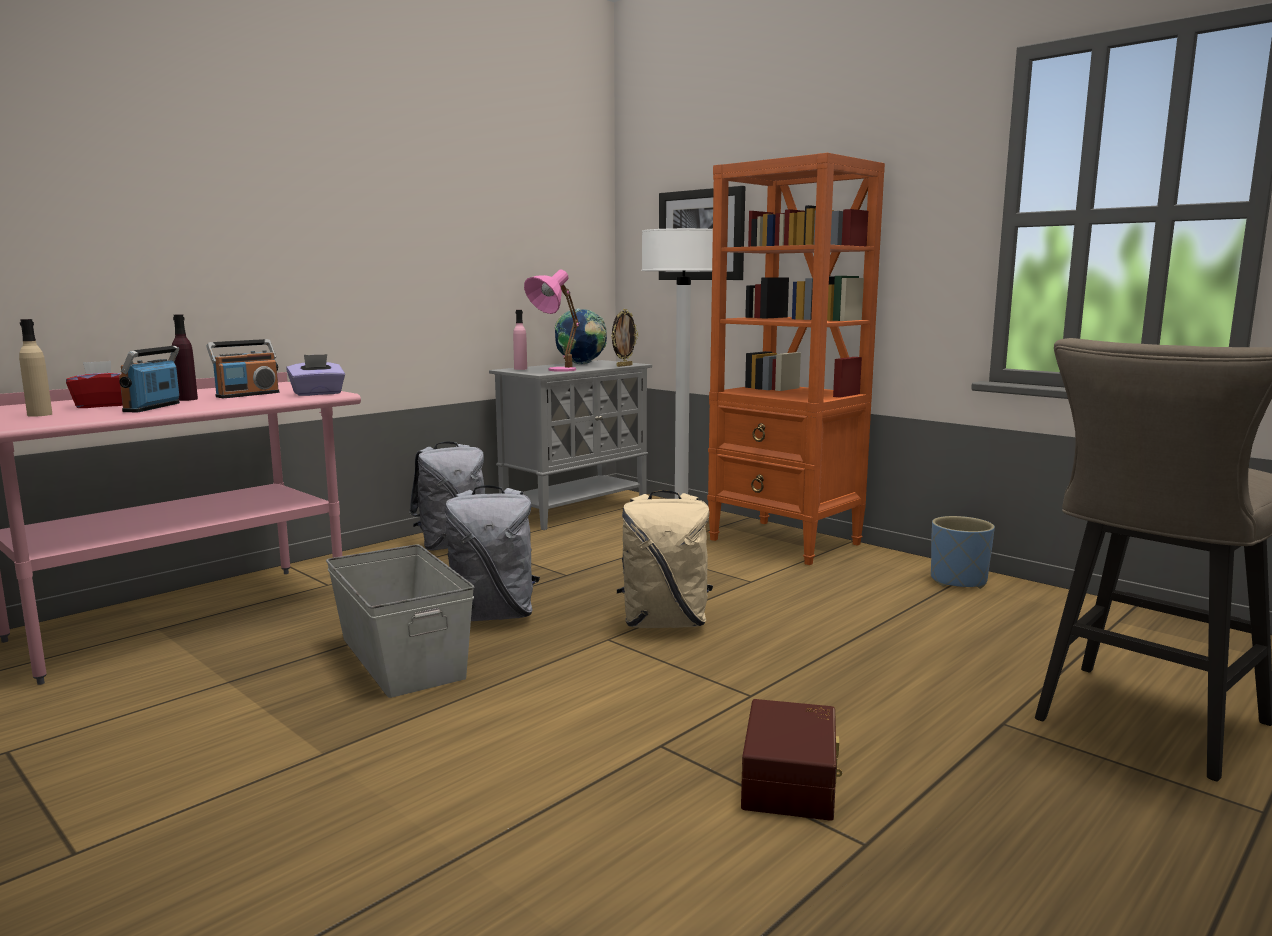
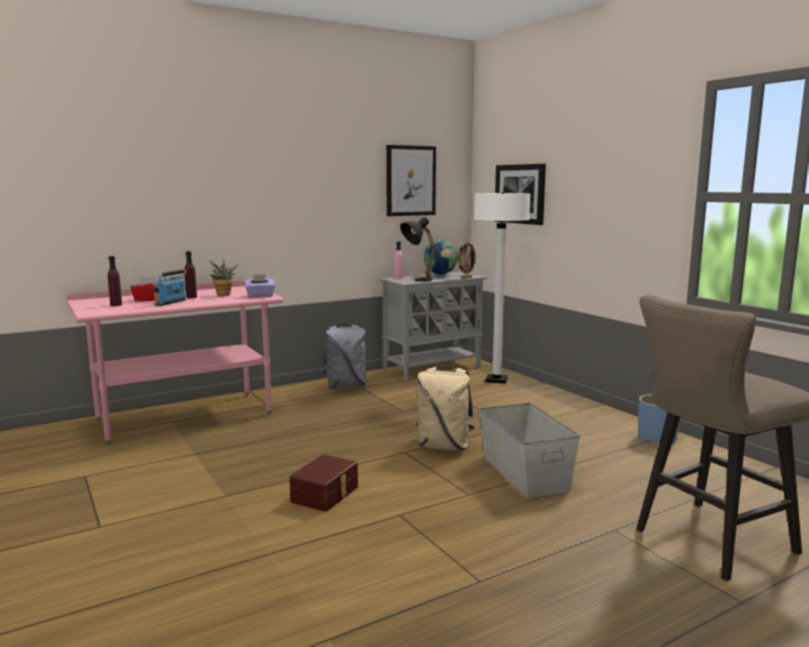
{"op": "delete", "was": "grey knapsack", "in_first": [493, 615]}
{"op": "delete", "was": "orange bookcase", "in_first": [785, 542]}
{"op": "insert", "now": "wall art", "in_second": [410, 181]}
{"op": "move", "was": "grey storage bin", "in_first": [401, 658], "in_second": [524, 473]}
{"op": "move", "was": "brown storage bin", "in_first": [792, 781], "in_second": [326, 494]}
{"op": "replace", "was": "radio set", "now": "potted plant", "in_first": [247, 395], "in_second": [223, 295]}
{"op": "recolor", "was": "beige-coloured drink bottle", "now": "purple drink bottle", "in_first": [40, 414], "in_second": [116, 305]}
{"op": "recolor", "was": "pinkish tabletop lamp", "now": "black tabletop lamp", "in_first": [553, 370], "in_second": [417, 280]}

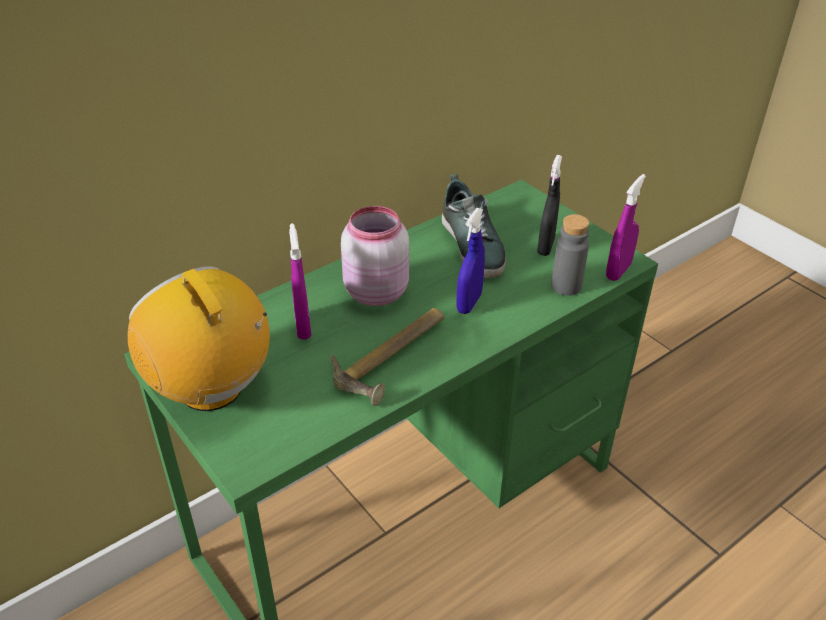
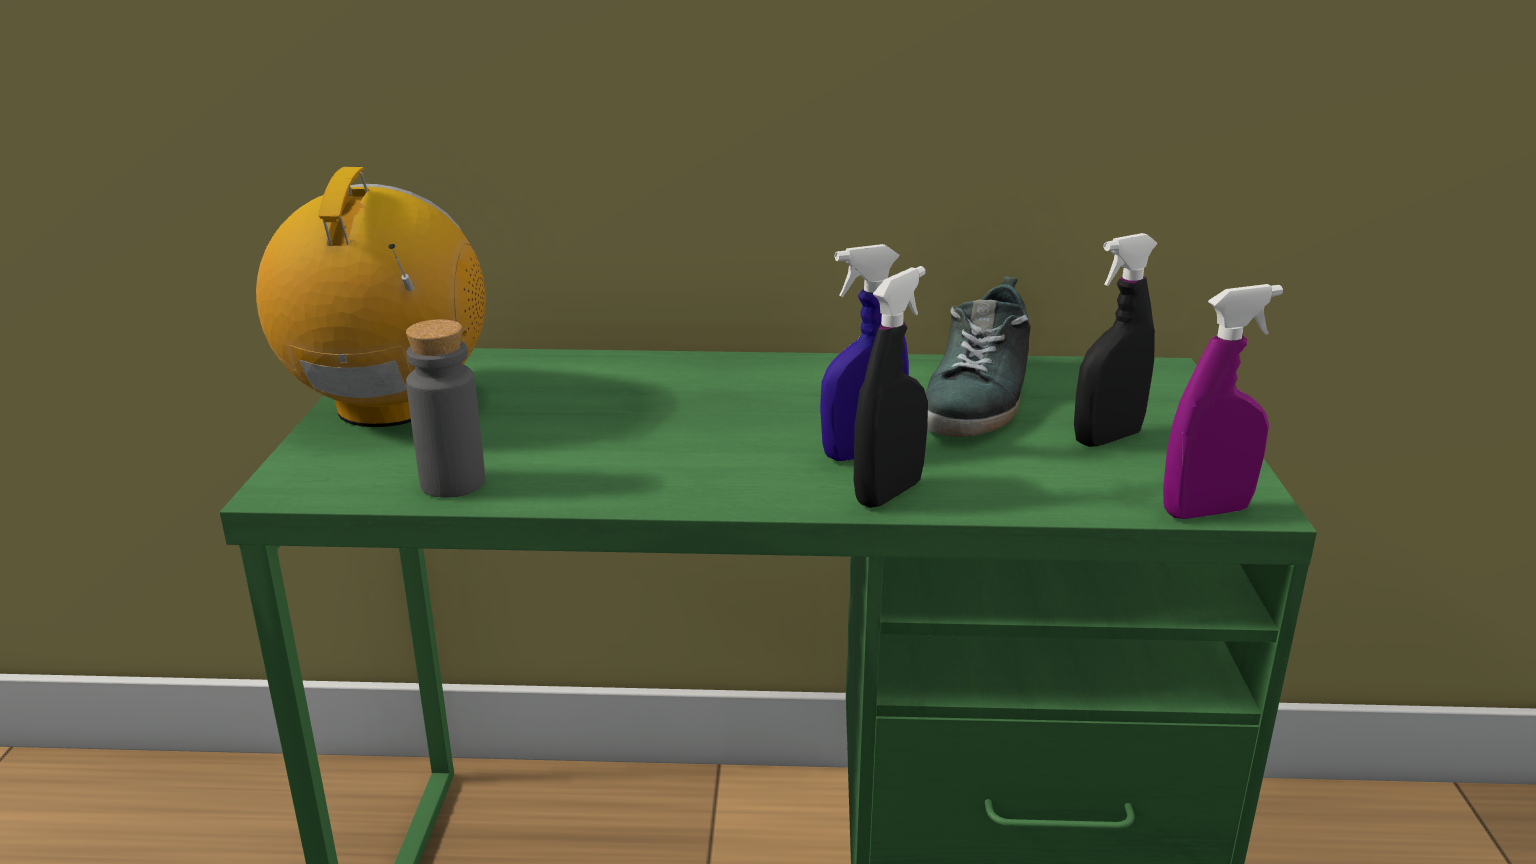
{"op": "delete", "was": "purple spray bottle", "in_first": [303, 327]}
{"op": "delete", "was": "hand hammer", "in_first": [395, 358]}
{"op": "delete", "was": "pinkish storage jar", "in_first": [374, 291]}
{"op": "insert", "now": "black spray bottle", "in_second": [888, 493]}
{"op": "move", "was": "grey drink bottle", "in_first": [566, 286], "in_second": [453, 483]}

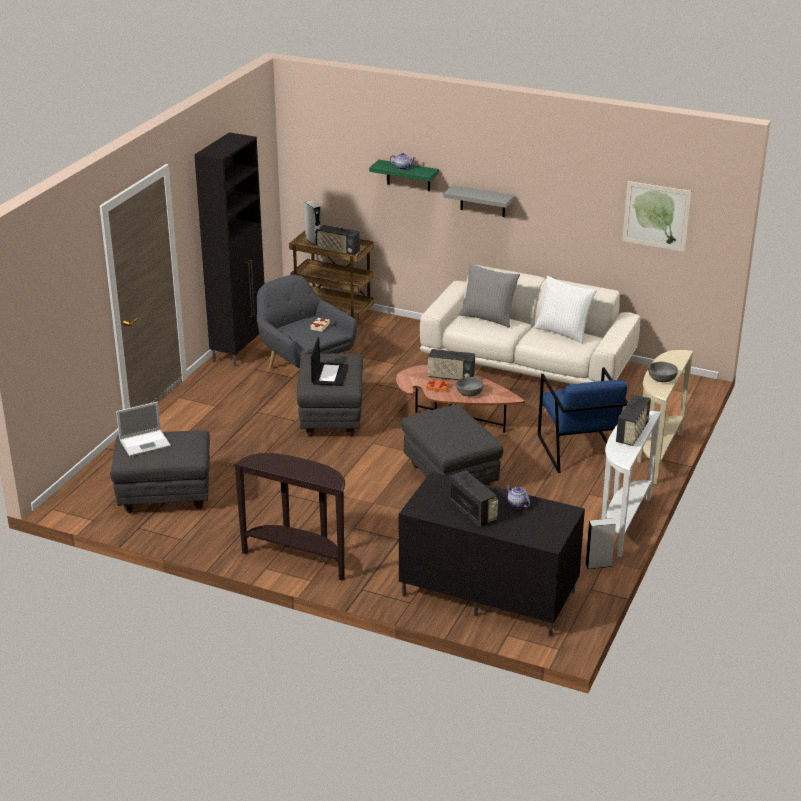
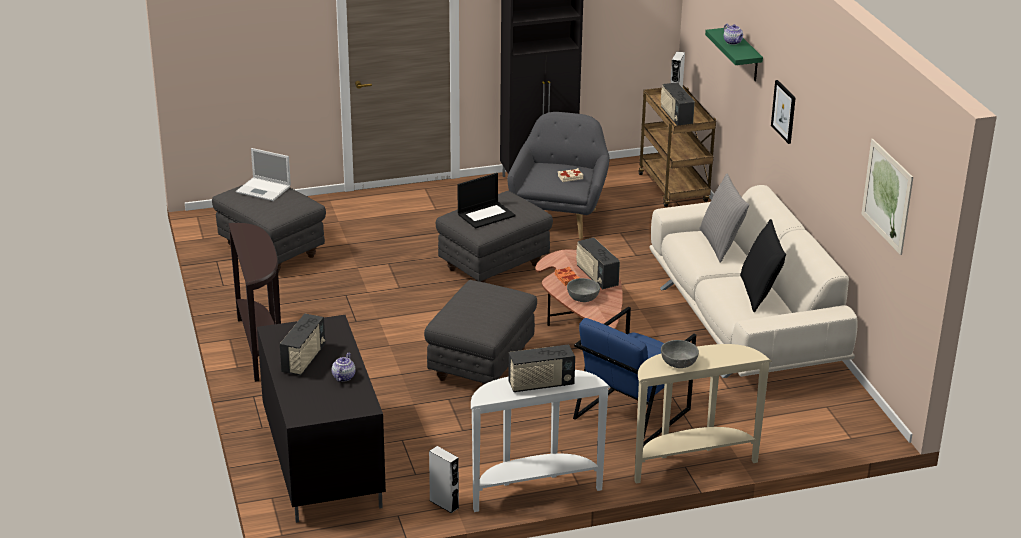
{"op": "replace", "was": "grey wall shelf", "now": "wall art", "in_first": [483, 201], "in_second": [784, 111]}
{"op": "recolor", "was": "whitish pillow", "now": "black pillow", "in_first": [563, 332], "in_second": [759, 293]}

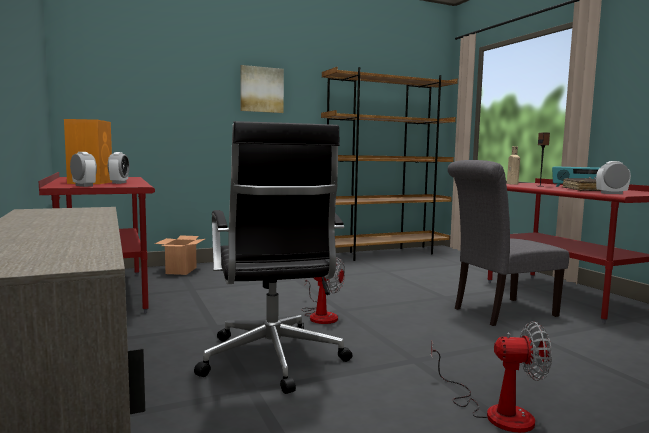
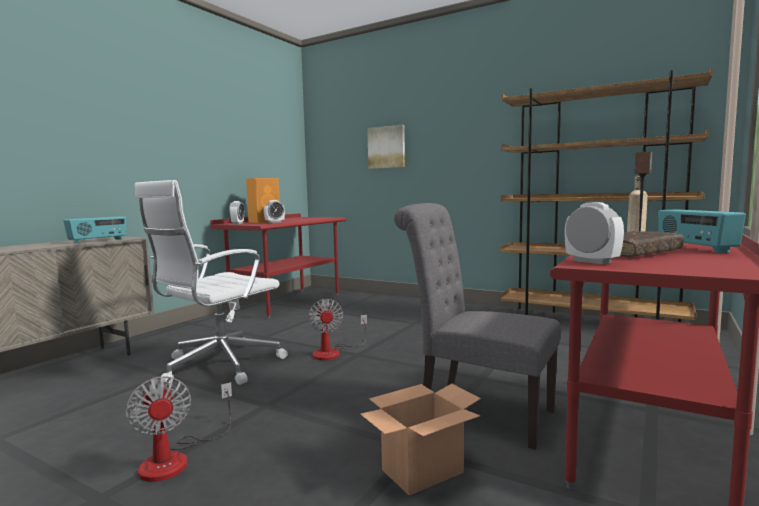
{"op": "insert", "now": "radio set", "in_second": [98, 241]}
{"op": "move", "was": "carton", "in_first": [181, 271], "in_second": [422, 472]}
{"op": "move", "was": "wall art", "in_first": [261, 89], "in_second": [386, 147]}
{"op": "recolor", "was": "black office chair", "now": "whitish office chair", "in_first": [272, 360], "in_second": [218, 366]}

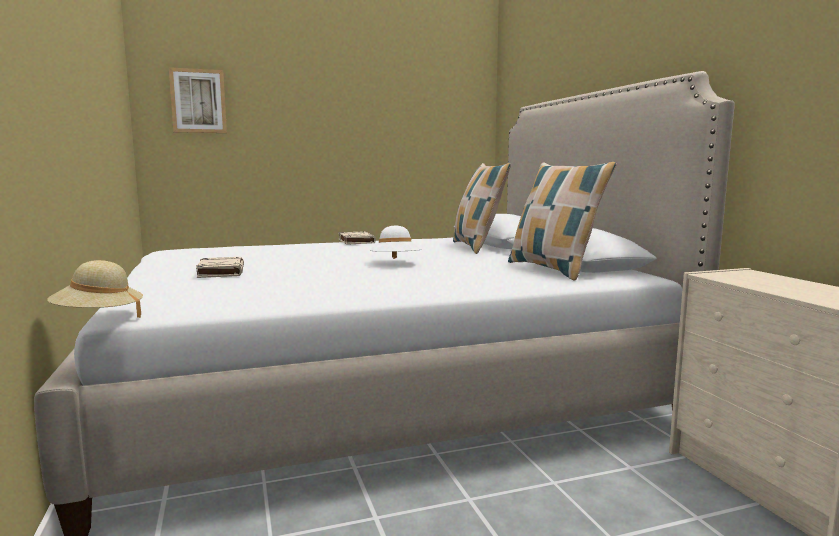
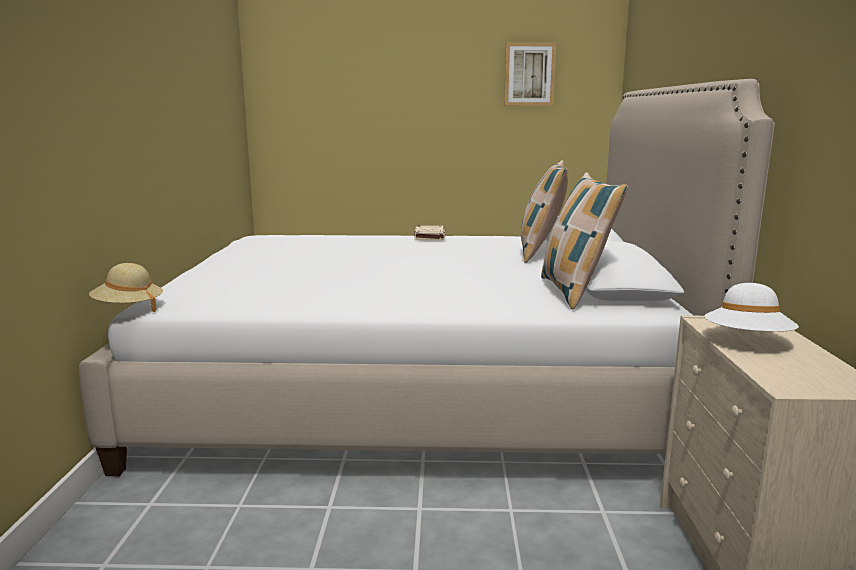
{"op": "delete", "was": "beige-coloured volume", "in_first": [221, 272]}
{"op": "move", "was": "wall art", "in_first": [198, 101], "in_second": [529, 74]}
{"op": "move", "was": "whitish wearable hat", "in_first": [395, 263], "in_second": [747, 341]}

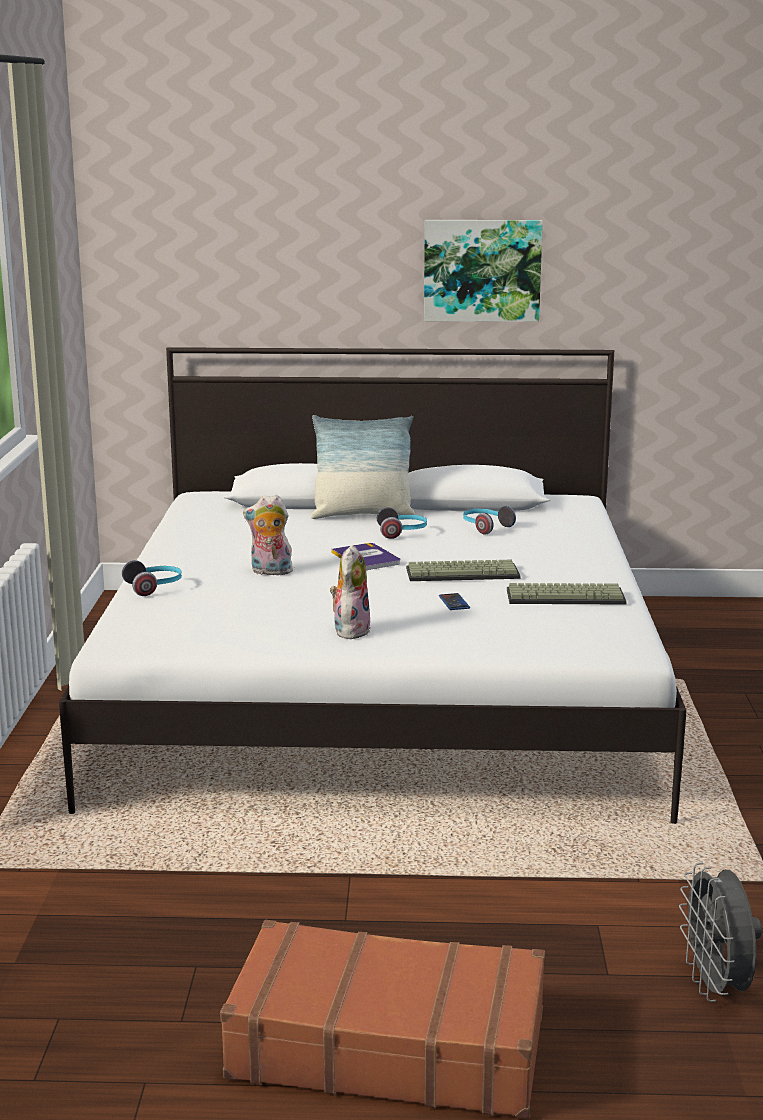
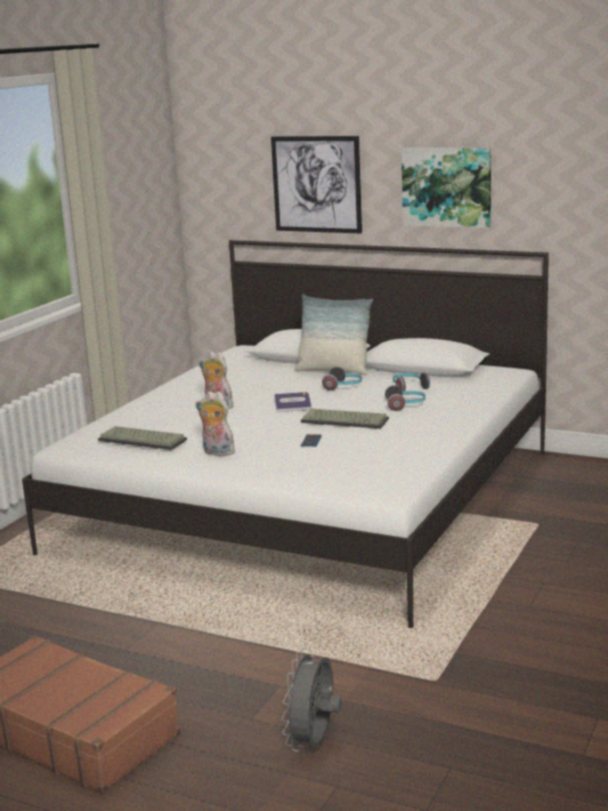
{"op": "insert", "now": "wall art", "in_second": [316, 184]}
{"op": "move", "was": "headset", "in_first": [154, 587], "in_second": [405, 405]}
{"op": "move", "was": "keyboard", "in_first": [566, 596], "in_second": [144, 439]}
{"op": "rotate", "was": "soft toy", "in_first": [350, 630], "in_second": [216, 453], "clockwise": -105}

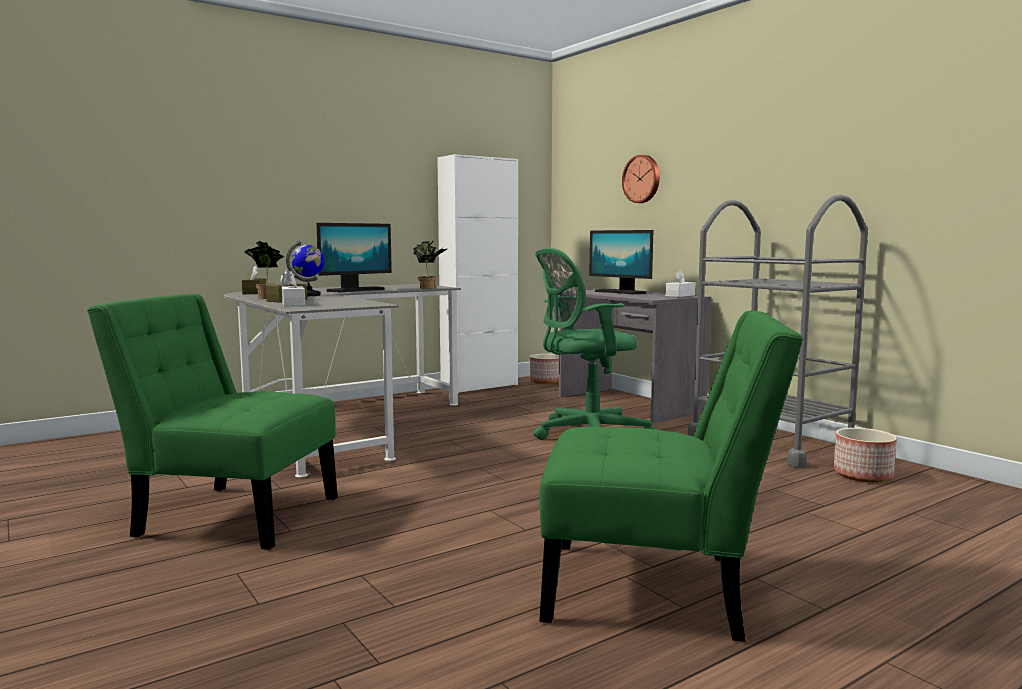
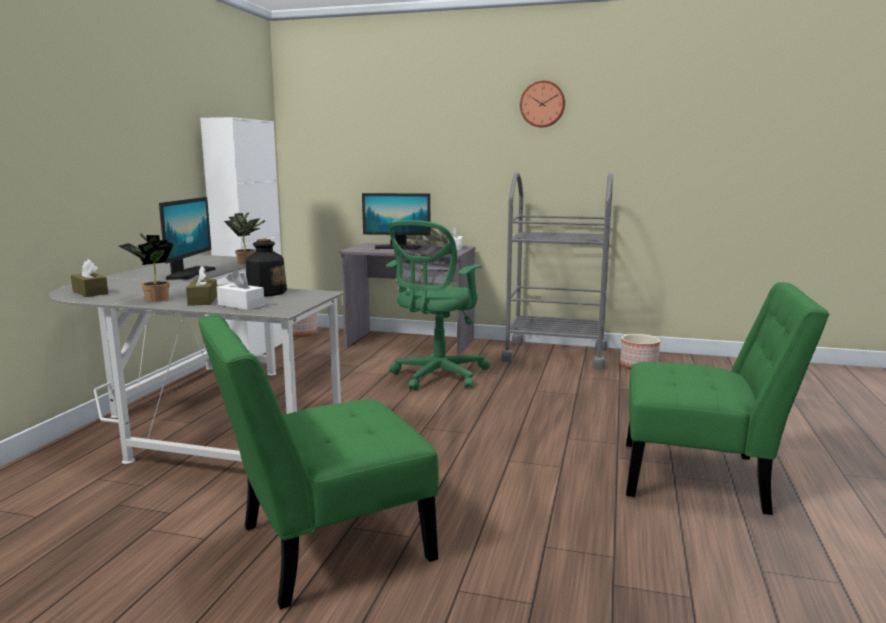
{"op": "delete", "was": "desk globe", "in_first": [309, 295]}
{"op": "insert", "now": "drink bottle", "in_second": [266, 292]}
{"op": "move", "was": "hanging clock", "in_first": [642, 179], "in_second": [542, 104]}
{"op": "rotate", "was": "greenish chair", "in_first": [656, 590], "in_second": [703, 478], "clockwise": 45}

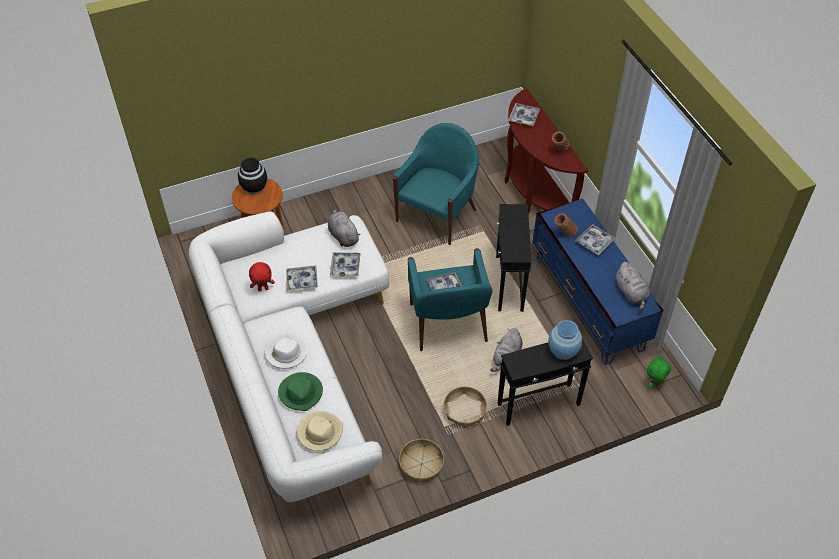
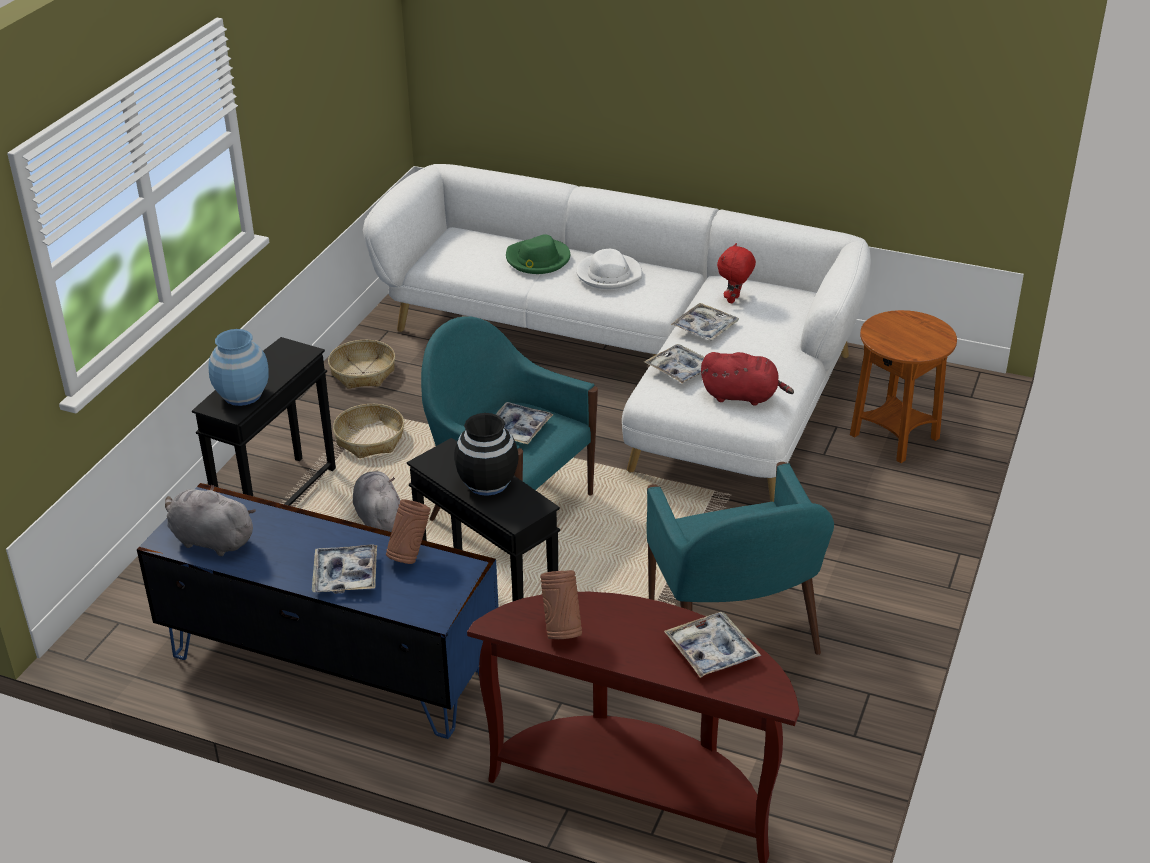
{"op": "delete", "was": "beige-coloured wearable hat", "in_first": [319, 432]}
{"op": "delete", "was": "greenish soft toy", "in_first": [654, 383]}
{"op": "move", "was": "black vase", "in_first": [254, 187], "in_second": [487, 483]}
{"op": "recolor", "was": "grey soft toy", "now": "red soft toy", "in_first": [343, 236], "in_second": [743, 396]}

